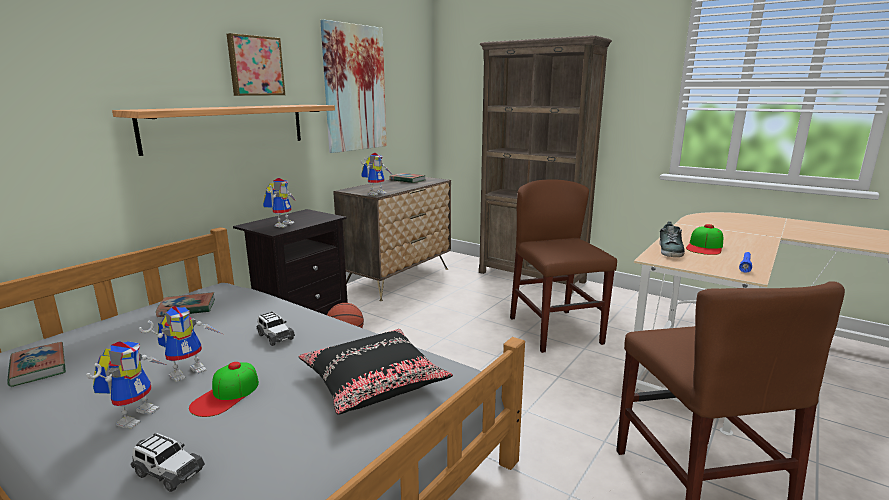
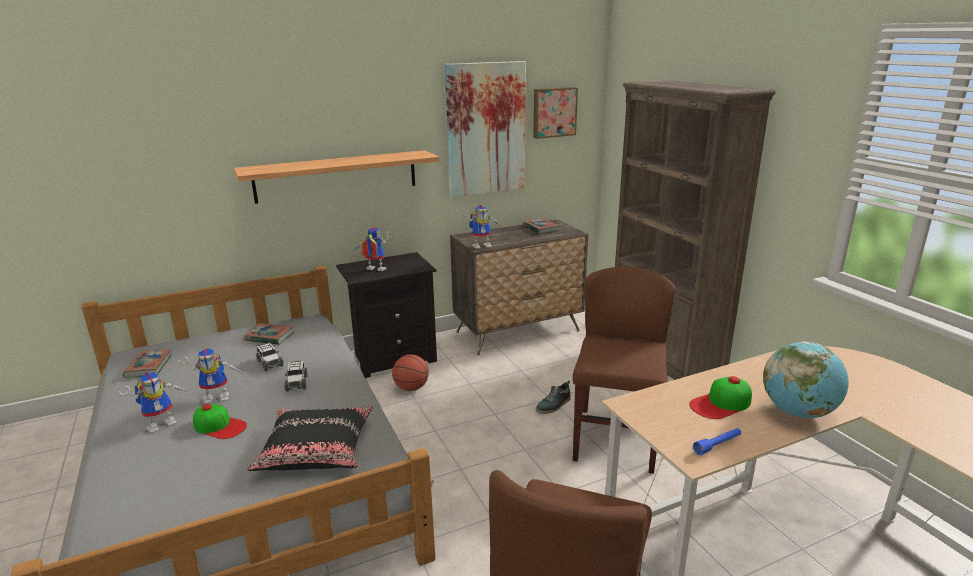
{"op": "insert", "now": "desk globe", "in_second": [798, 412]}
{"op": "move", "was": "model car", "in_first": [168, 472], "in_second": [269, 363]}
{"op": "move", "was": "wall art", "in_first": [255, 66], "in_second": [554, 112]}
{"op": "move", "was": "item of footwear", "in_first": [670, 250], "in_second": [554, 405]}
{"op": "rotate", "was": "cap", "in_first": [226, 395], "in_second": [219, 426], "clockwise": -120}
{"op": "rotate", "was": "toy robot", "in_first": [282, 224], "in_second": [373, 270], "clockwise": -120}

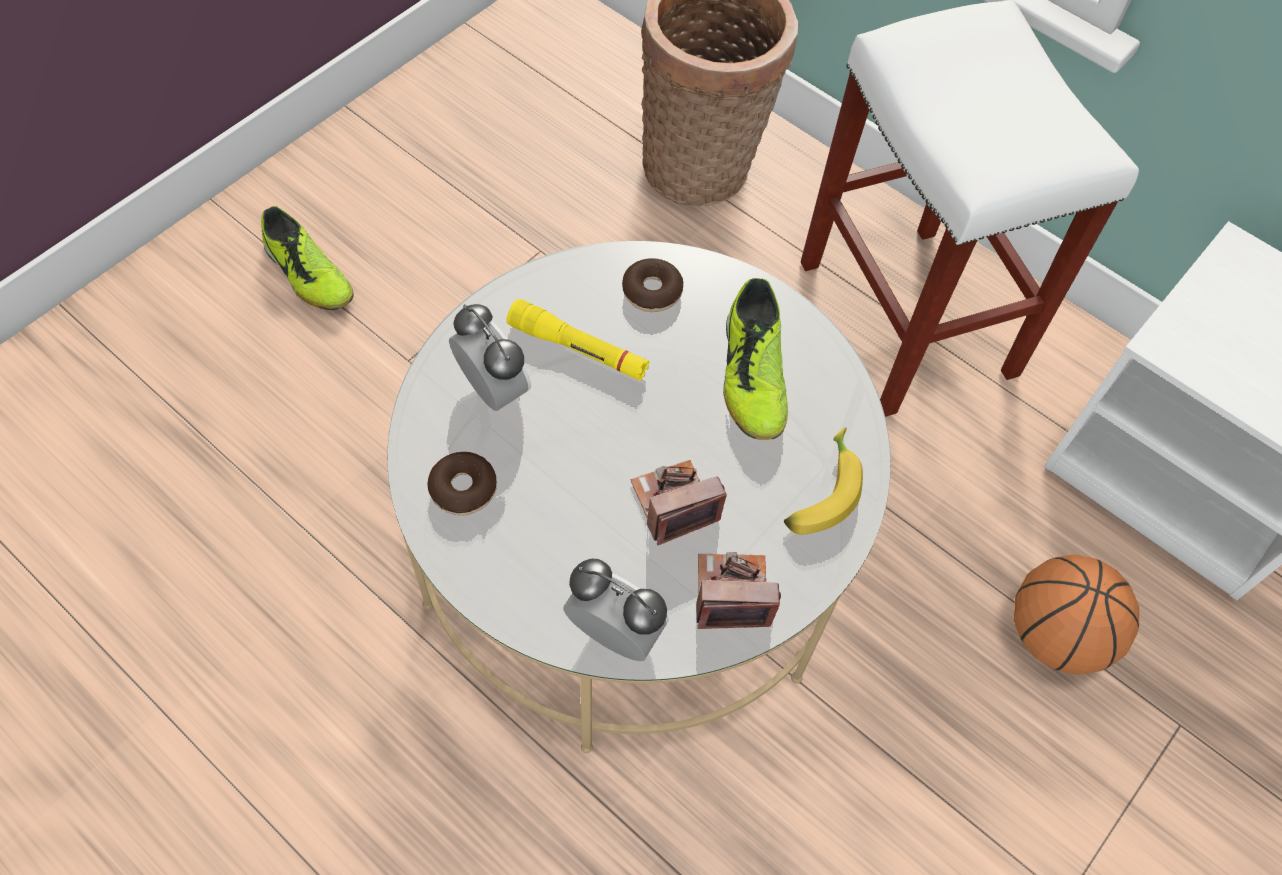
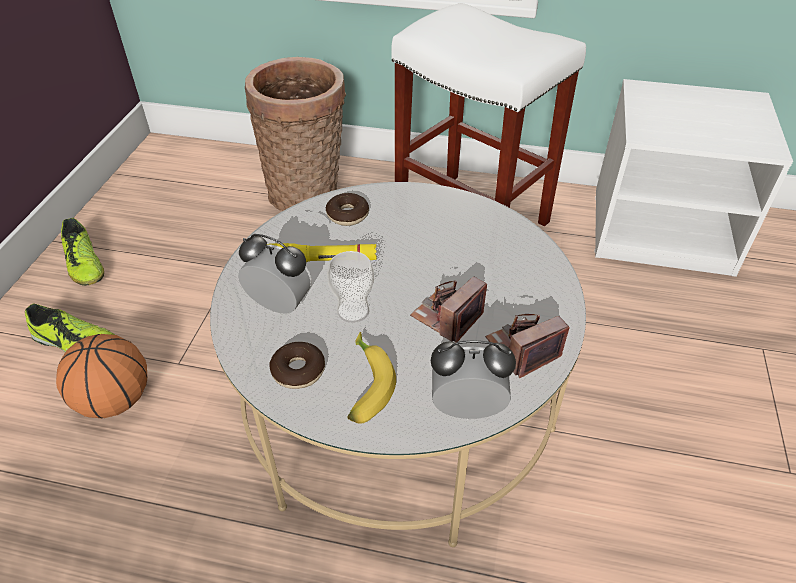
{"op": "insert", "now": "small cup", "in_second": [353, 311]}
{"op": "move", "was": "item of footwear", "in_first": [752, 376], "in_second": [85, 265]}
{"op": "move", "was": "banana", "in_first": [820, 491], "in_second": [364, 386]}
{"op": "move", "was": "basketball", "in_first": [1055, 635], "in_second": [115, 400]}

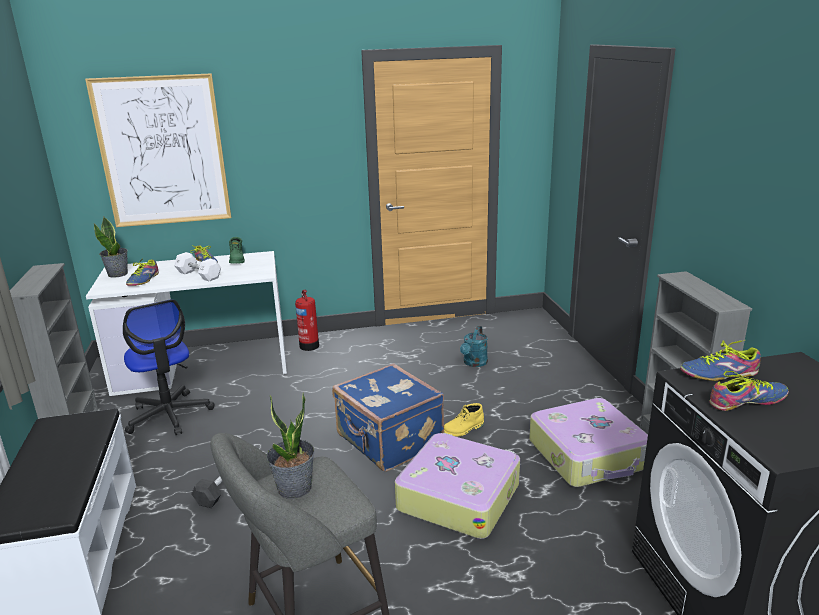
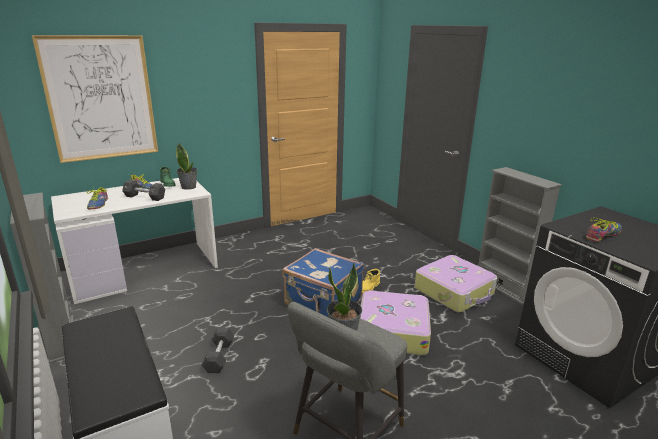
{"op": "delete", "was": "office chair", "in_first": [169, 415]}
{"op": "delete", "was": "extinguisher", "in_first": [309, 345]}
{"op": "delete", "was": "turquoise-coloured watering pot", "in_first": [474, 363]}
{"op": "delete", "was": "item of footwear", "in_first": [719, 374]}
{"op": "move", "was": "potted plant", "in_first": [118, 274], "in_second": [189, 187]}
{"op": "recolor", "was": "whitish hand weight", "now": "black hand weight", "in_first": [198, 275], "in_second": [145, 197]}

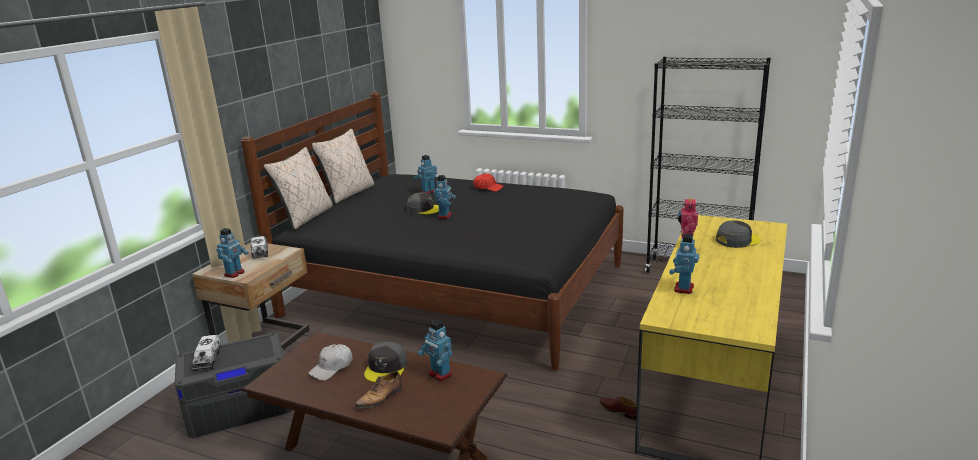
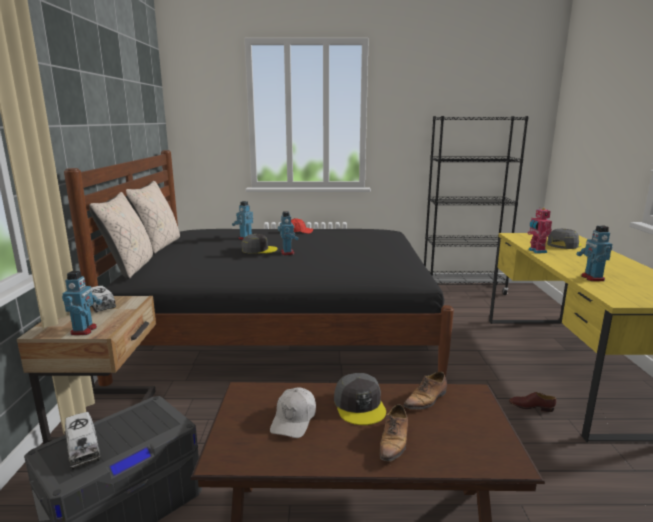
{"op": "replace", "was": "toy robot", "now": "item of footwear", "in_first": [440, 374], "in_second": [426, 399]}

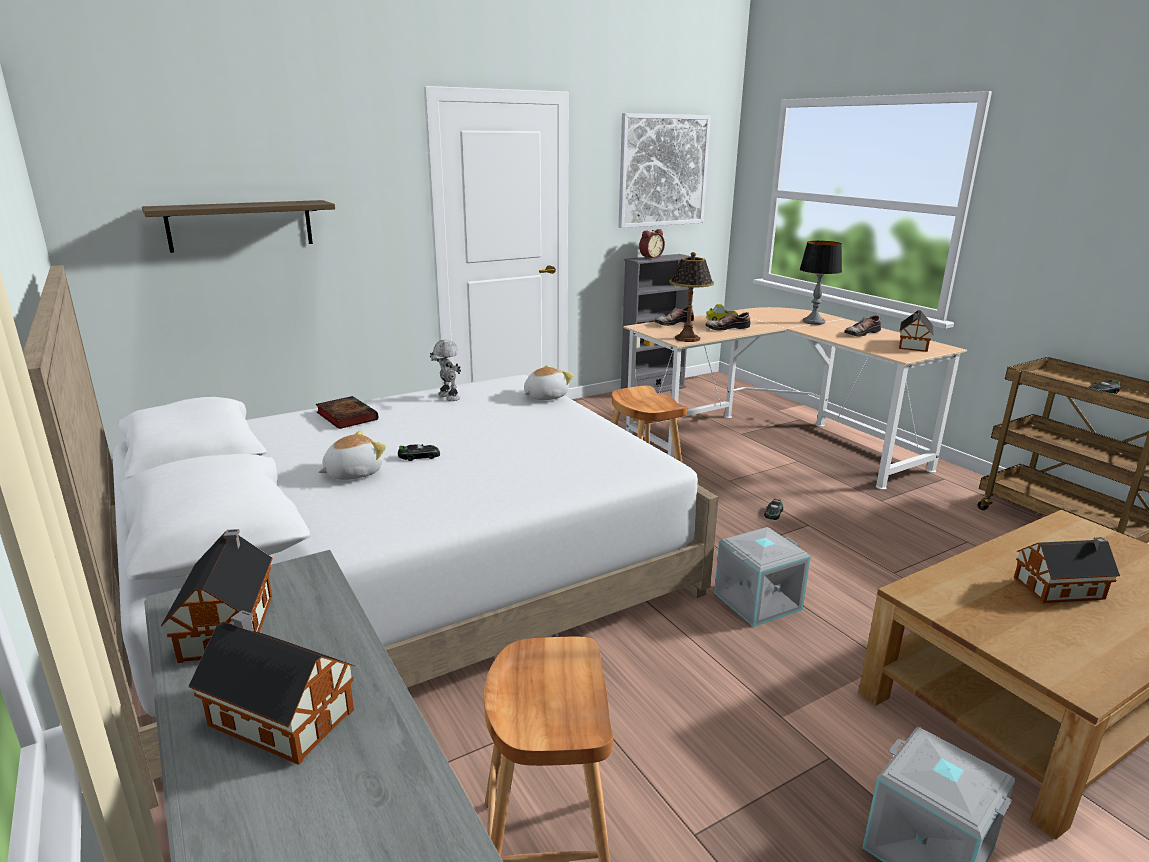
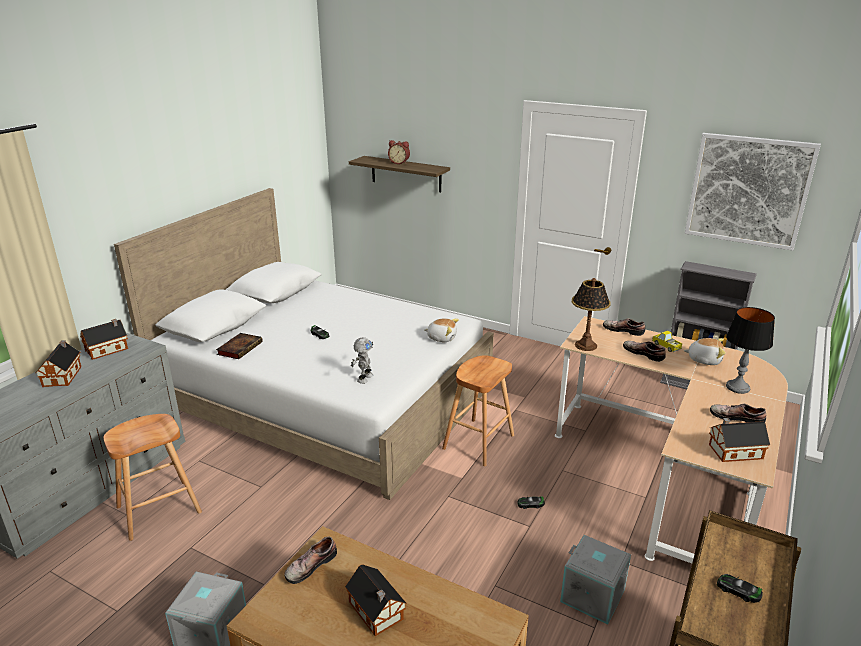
{"op": "insert", "now": "item of footwear", "in_second": [309, 565]}
{"op": "move", "was": "volume", "in_first": [345, 416], "in_second": [240, 348]}
{"op": "move", "was": "soft toy", "in_first": [352, 473], "in_second": [704, 359]}
{"op": "move", "was": "toy robot", "in_first": [448, 397], "in_second": [364, 378]}
{"op": "move", "was": "alarm clock", "in_first": [650, 257], "in_second": [399, 162]}
{"op": "move", "was": "grey storage bin", "in_first": [757, 600], "in_second": [593, 595]}

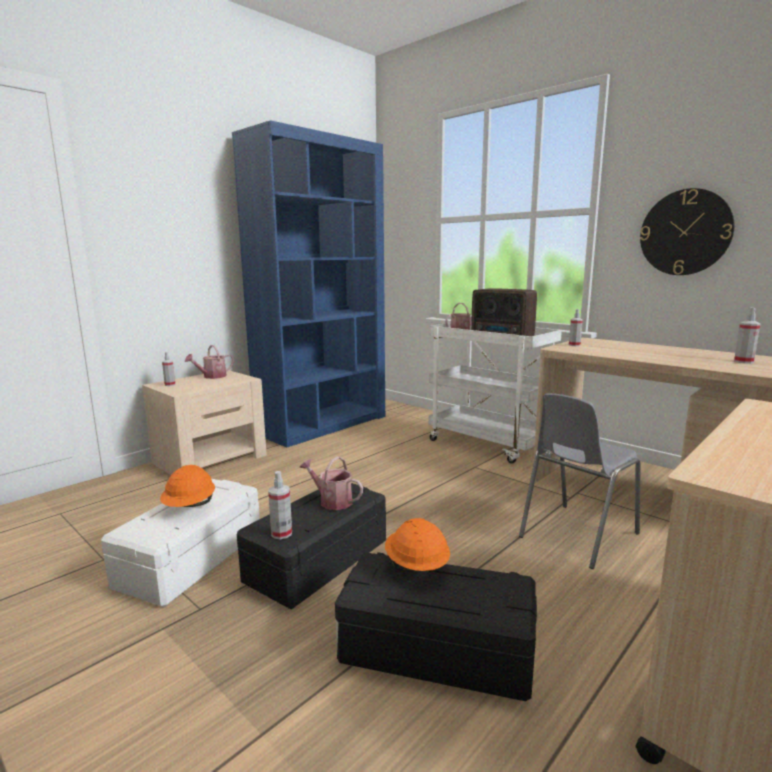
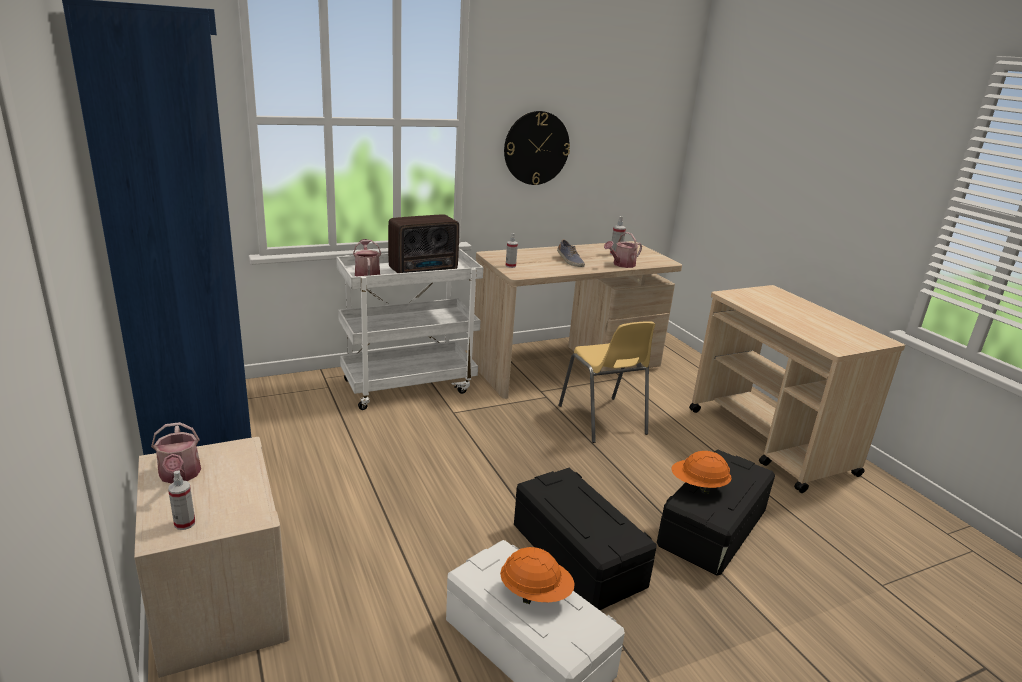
{"op": "delete", "was": "spray bottle", "in_first": [281, 533]}
{"op": "insert", "now": "item of footwear", "in_second": [569, 261]}
{"op": "move", "was": "watering pot", "in_first": [332, 501], "in_second": [621, 264]}
{"op": "recolor", "was": "grey chair", "now": "yellowish chair", "in_first": [576, 535], "in_second": [602, 420]}

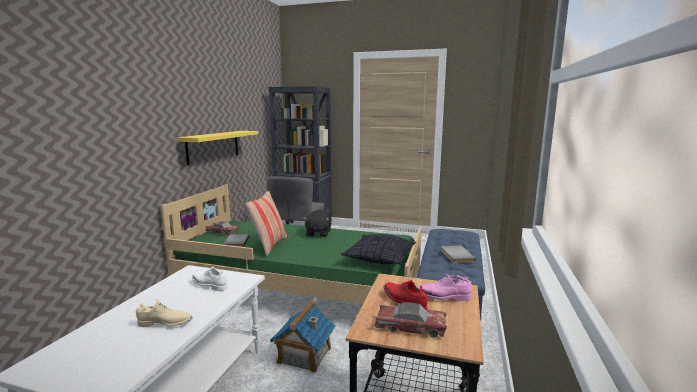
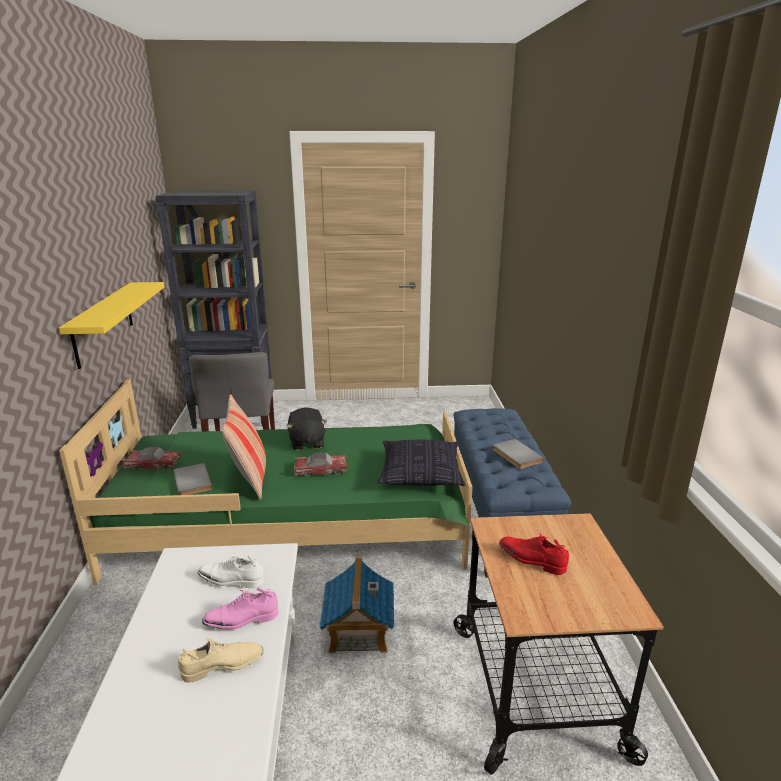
{"op": "move", "was": "model car", "in_first": [410, 327], "in_second": [320, 470]}
{"op": "move", "was": "pinkish item of footwear", "in_first": [443, 297], "in_second": [241, 620]}

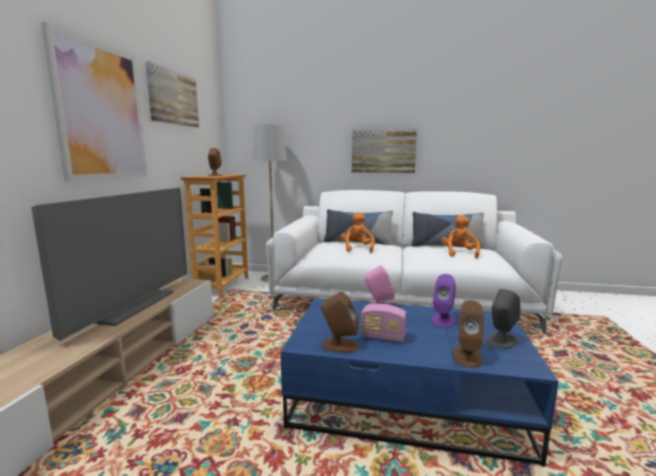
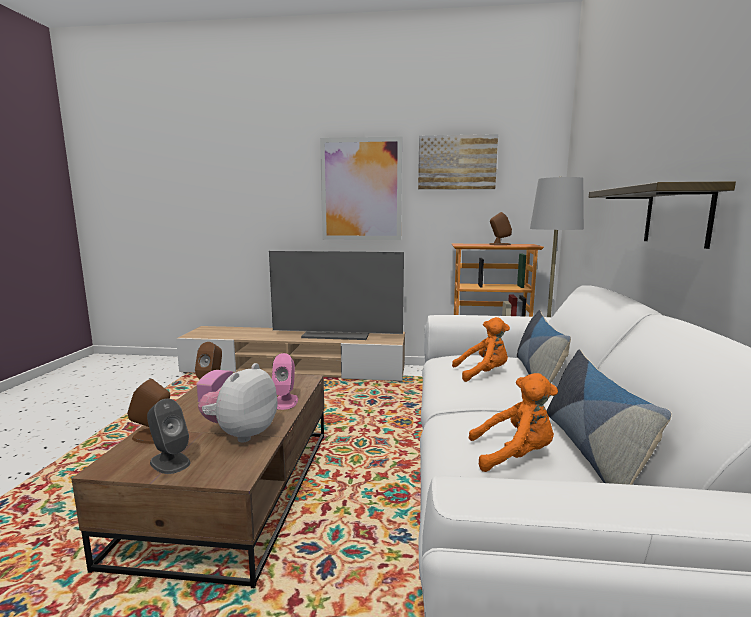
{"op": "replace", "was": "wall art", "now": "wall shelf", "in_first": [383, 151], "in_second": [677, 216]}
{"op": "replace", "was": "purple loudspeaker", "now": "soft toy", "in_first": [443, 320], "in_second": [241, 434]}
{"op": "recolor", "was": "blue low table", "now": "brown low table", "in_first": [407, 400], "in_second": [233, 491]}

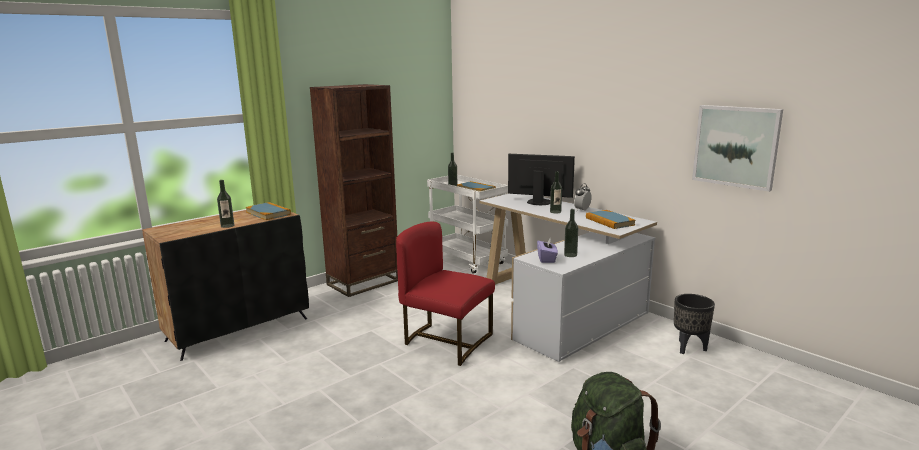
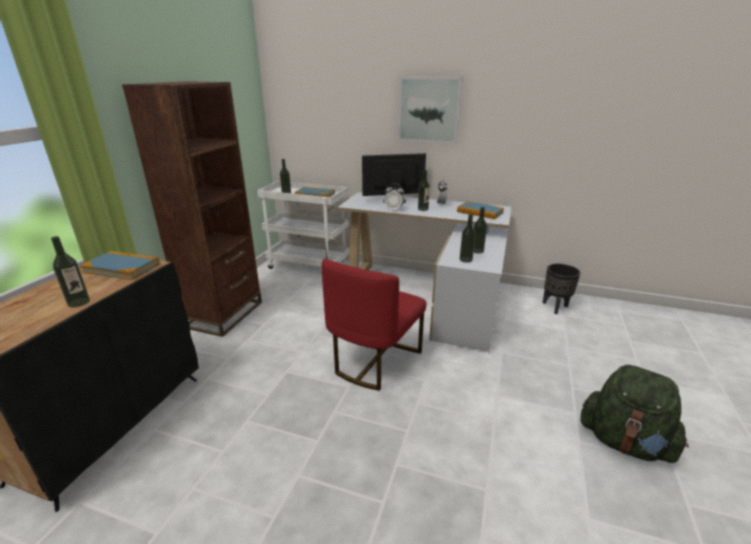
{"op": "insert", "now": "alarm clock", "in_second": [394, 209]}
{"op": "move", "was": "wall art", "in_first": [736, 146], "in_second": [429, 110]}
{"op": "replace", "was": "purple tissue holder", "now": "drink bottle", "in_first": [547, 259], "in_second": [465, 260]}
{"op": "rotate", "was": "red chair", "in_first": [446, 341], "in_second": [374, 361], "clockwise": -60}

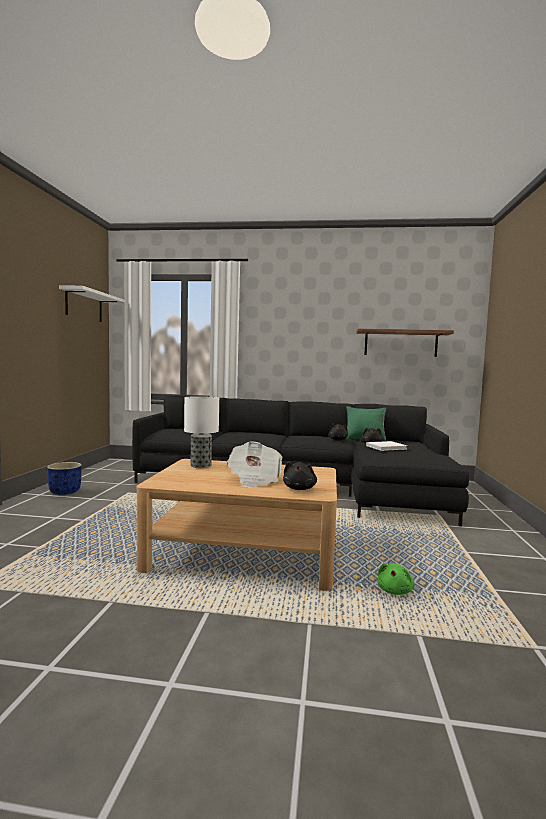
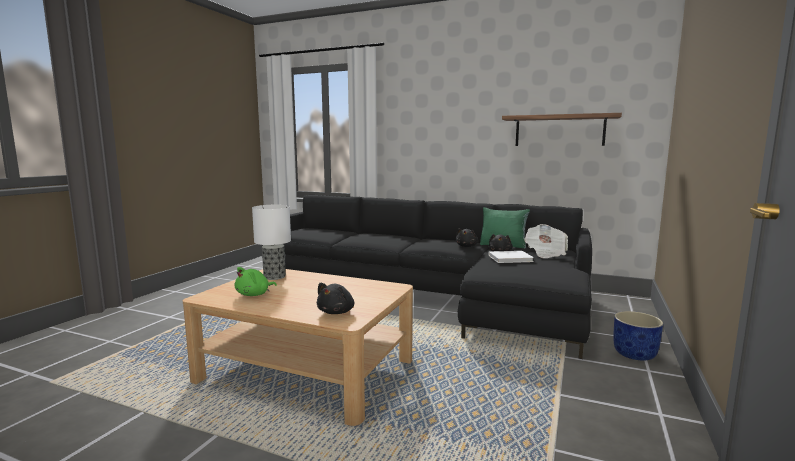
{"op": "delete", "was": "whitish wall shelf", "in_first": [84, 305]}
{"op": "move", "was": "blue planter", "in_first": [65, 492], "in_second": [635, 354]}
{"op": "move", "was": "newspaper", "in_first": [254, 480], "in_second": [545, 253]}
{"op": "move", "was": "greenish soft toy", "in_first": [395, 591], "in_second": [254, 294]}

